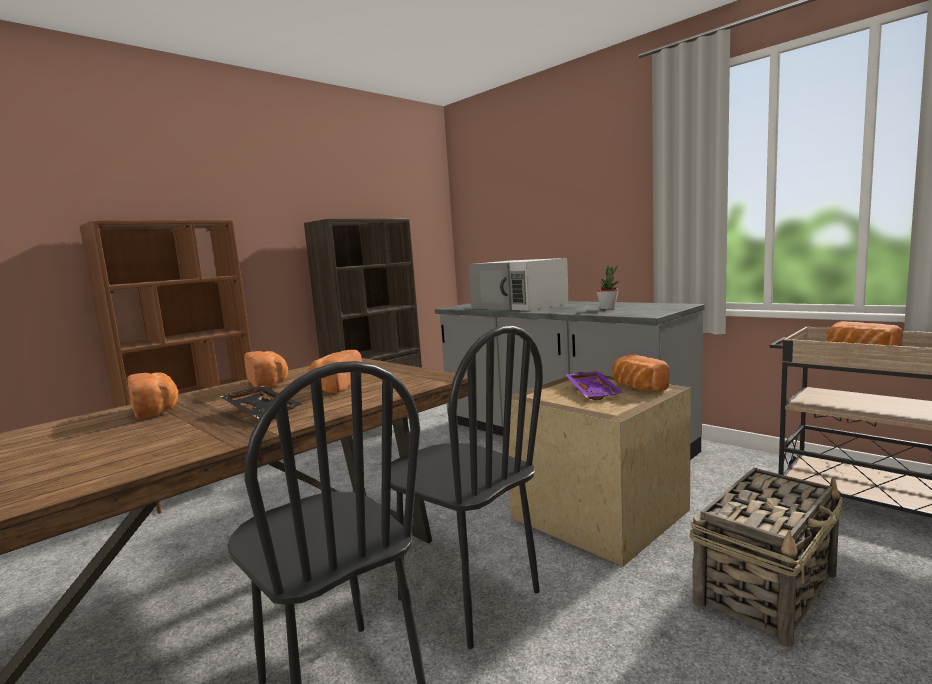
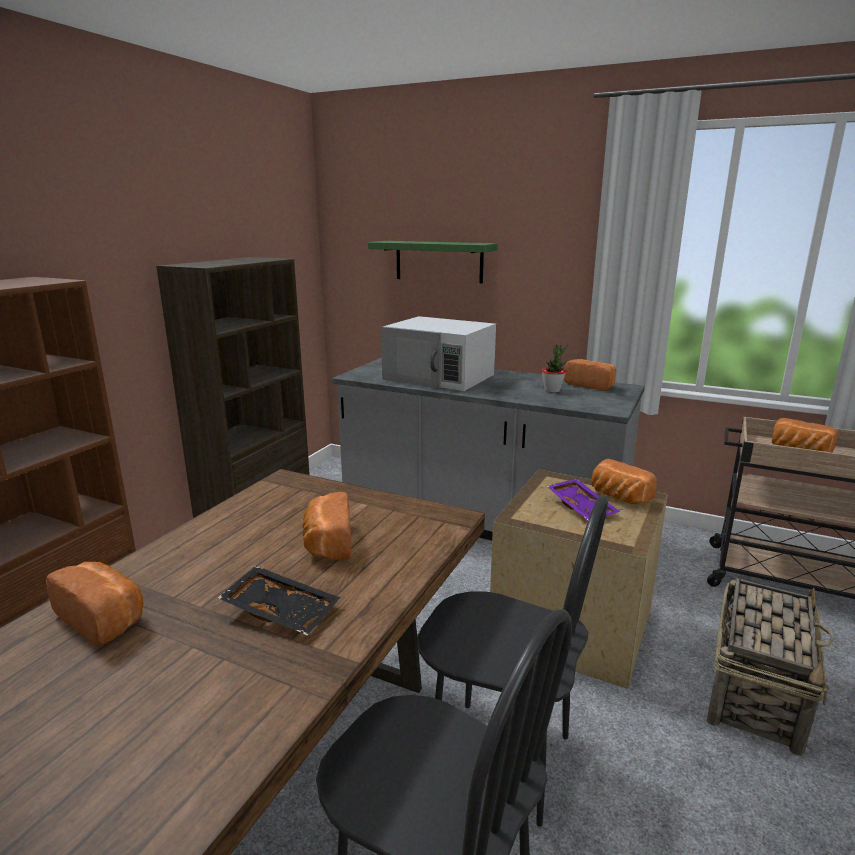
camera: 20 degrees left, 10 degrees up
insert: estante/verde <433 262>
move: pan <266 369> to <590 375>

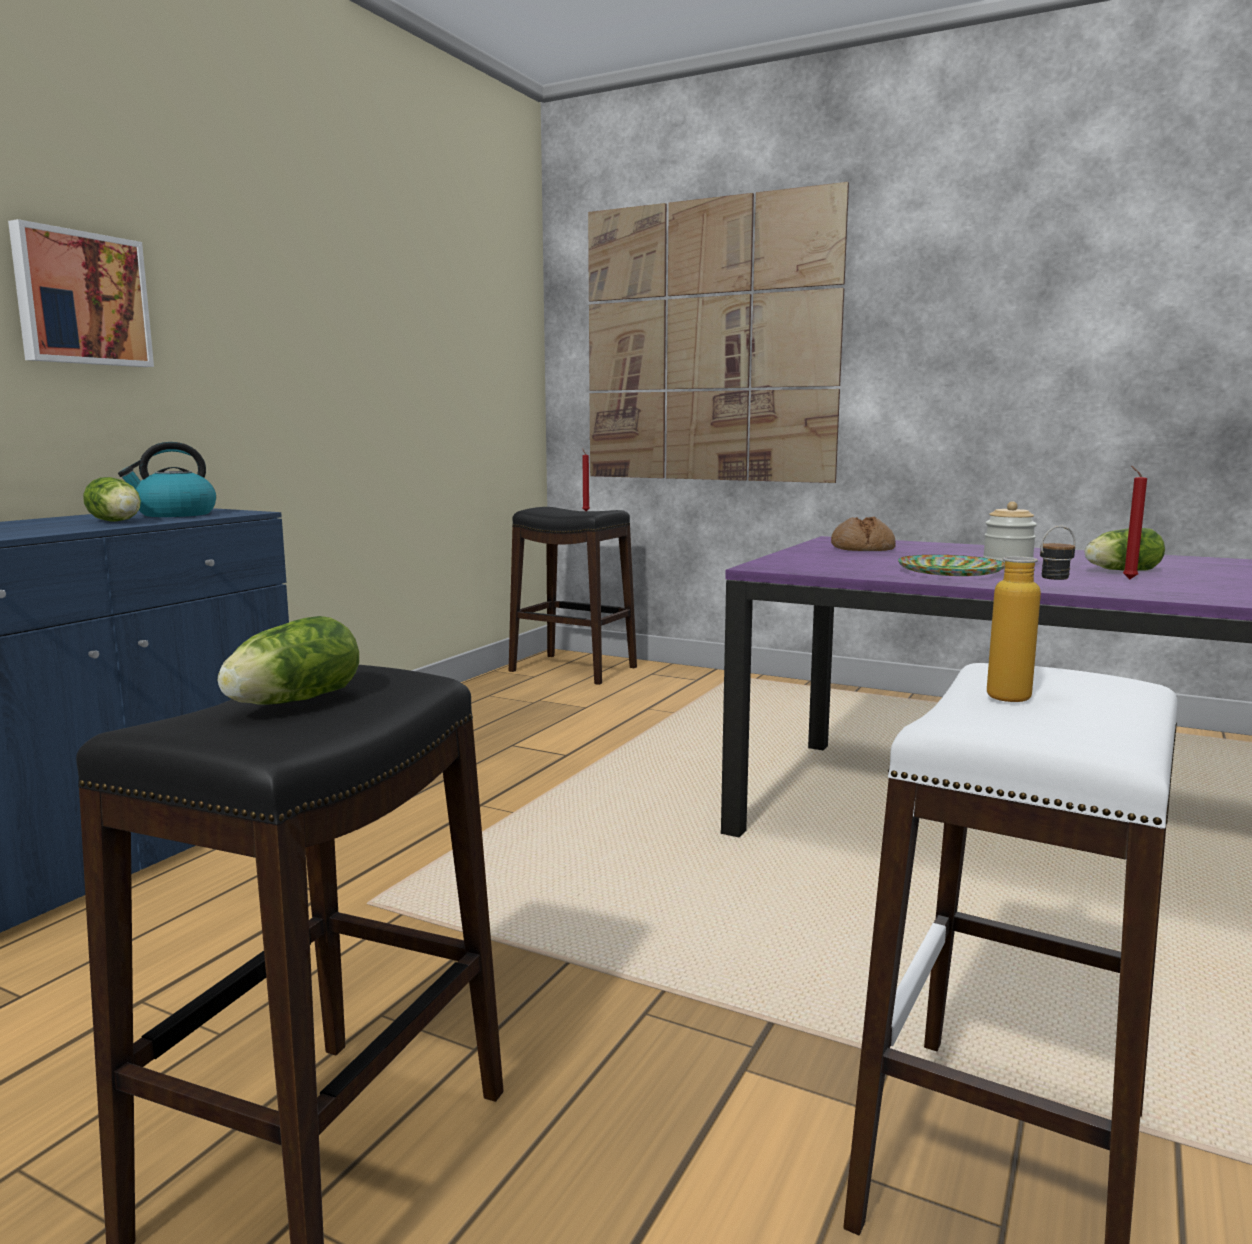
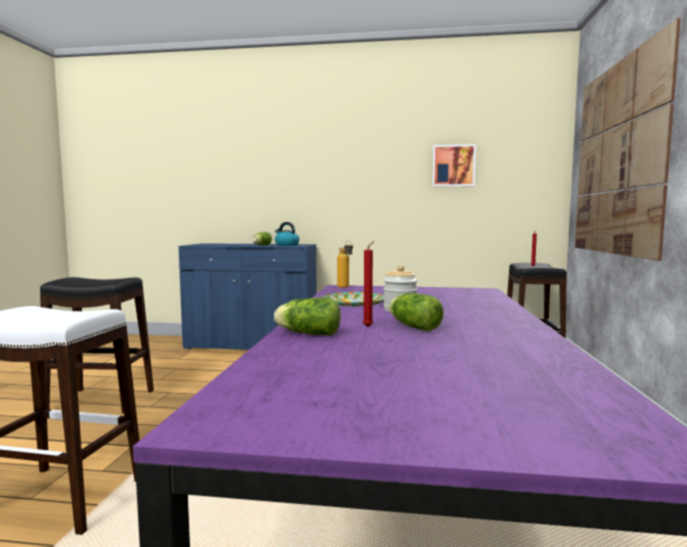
camera: 70 degrees right, 5 degrees down
delete: pan <863 534>
move: cuadro <81 293> to <454 165>; lechuga <288 660> to <307 316>; botella <1031 614> to <345 264>

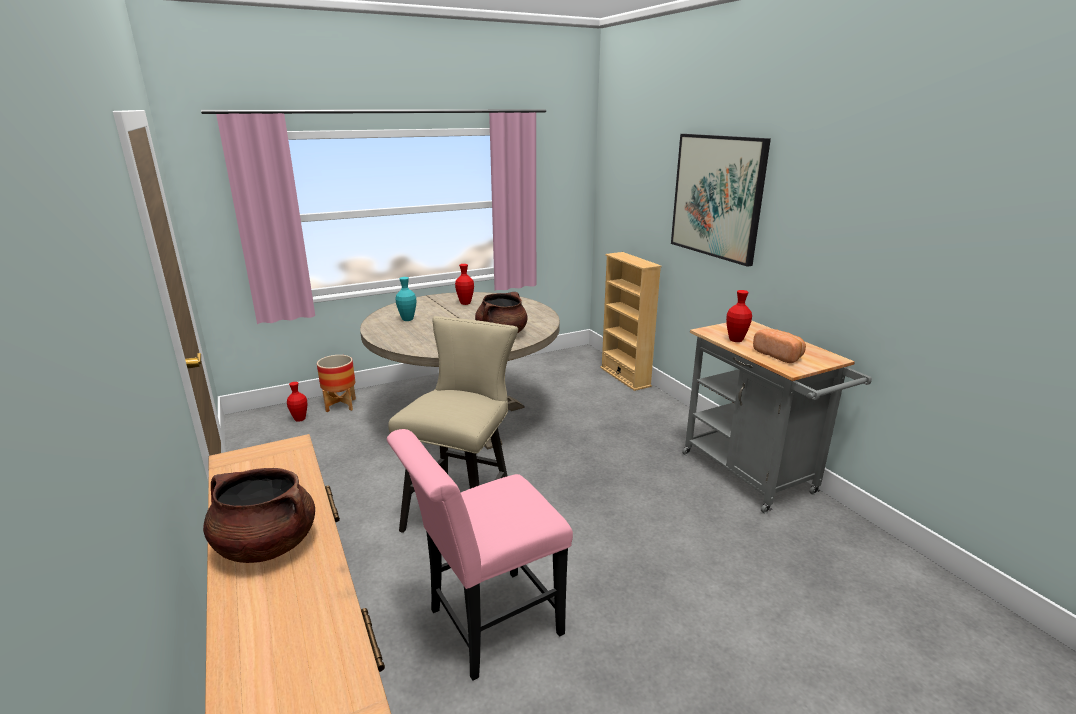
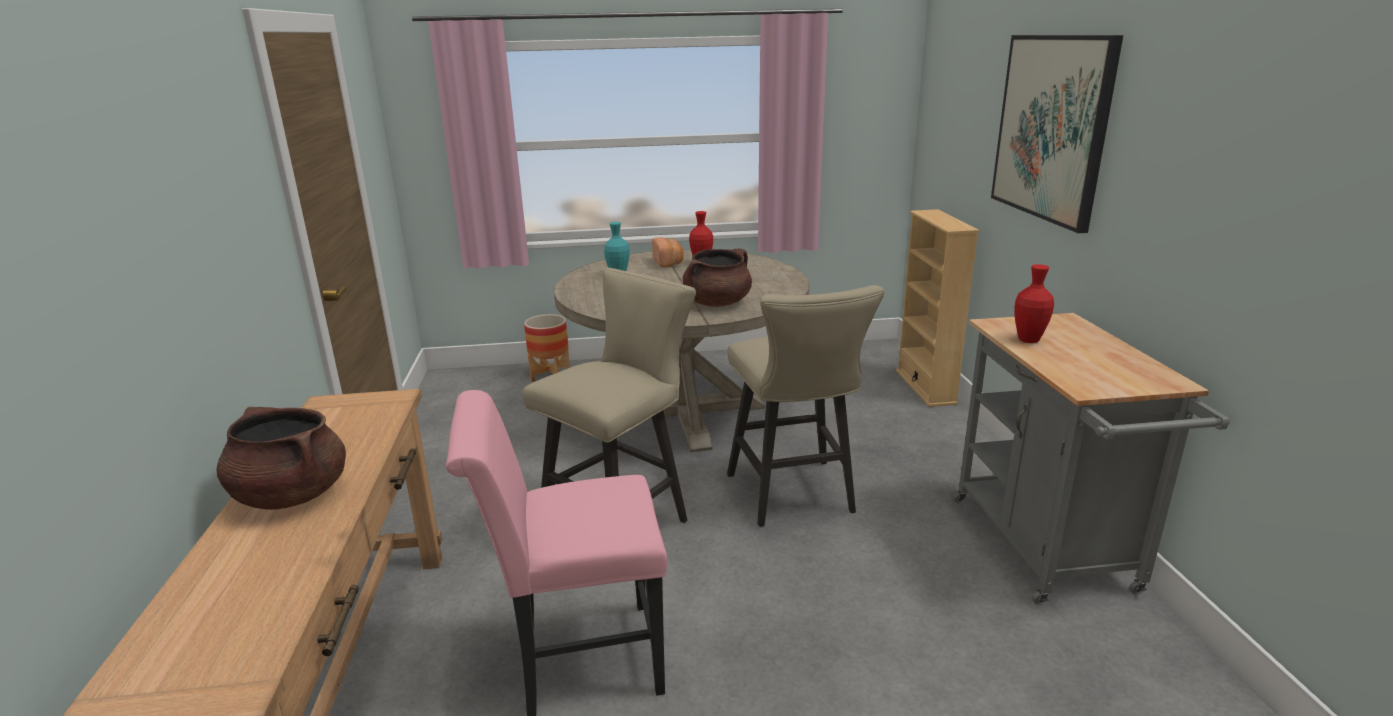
camera: 20 degrees right, 0 degrees up
delete: florero/rojo <297 402>
insert: taburete/beis <805 406>
move: pan <779 346> to <668 252>

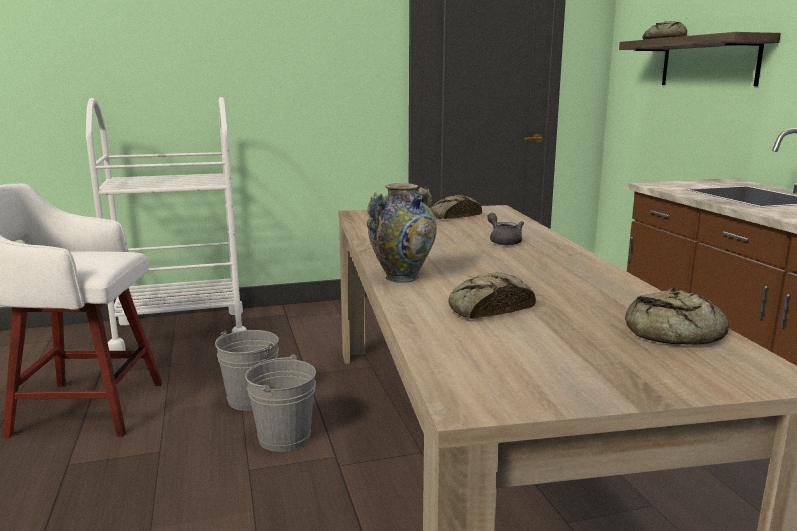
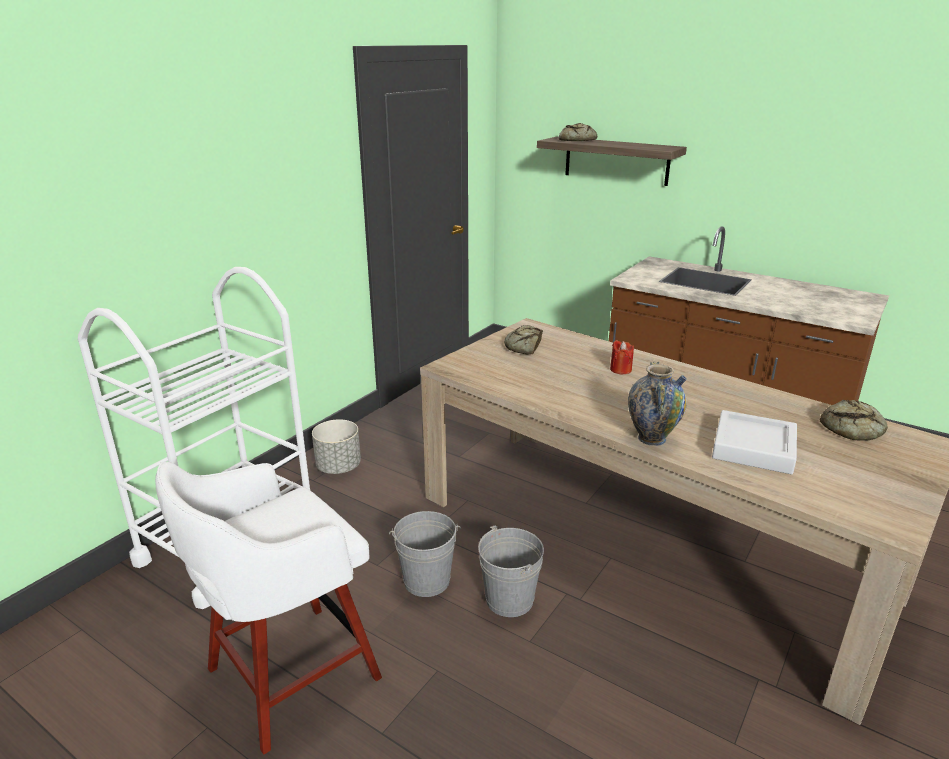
camera: 40 degrees left, 10 degrees up
insert: maceta/gris <336 446>
replace: pan <492 295> to bandeja/gris <754 442>; tetera/gris <505 229> to vela/rojo <622 357>

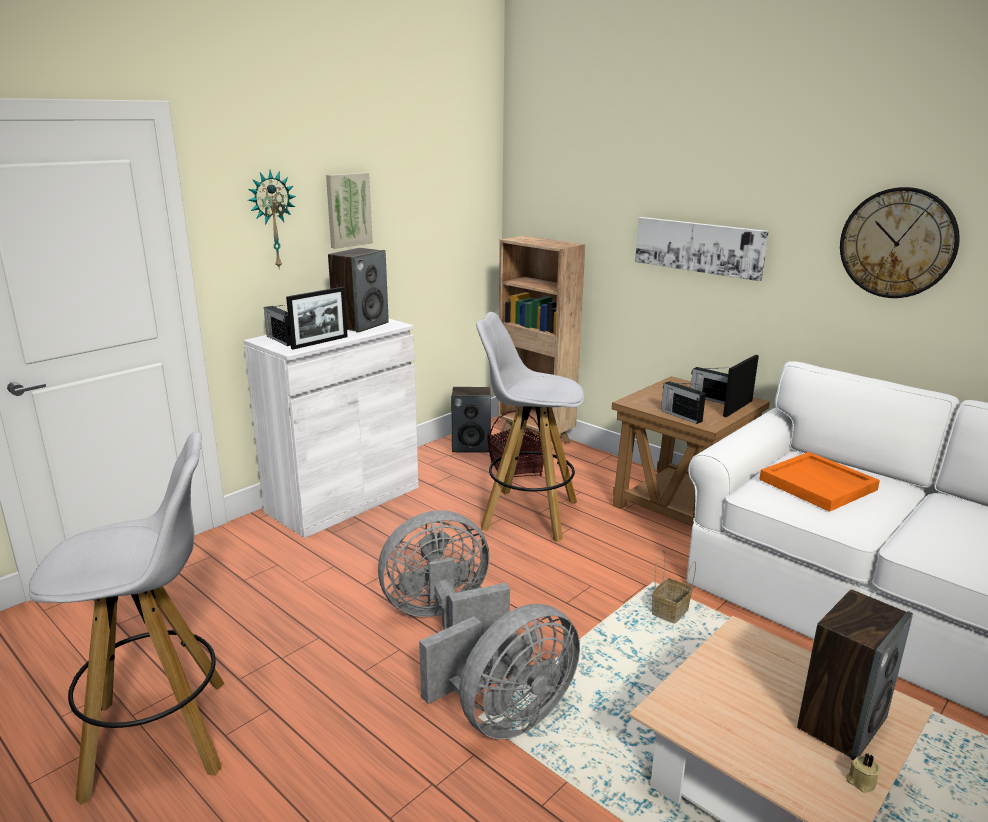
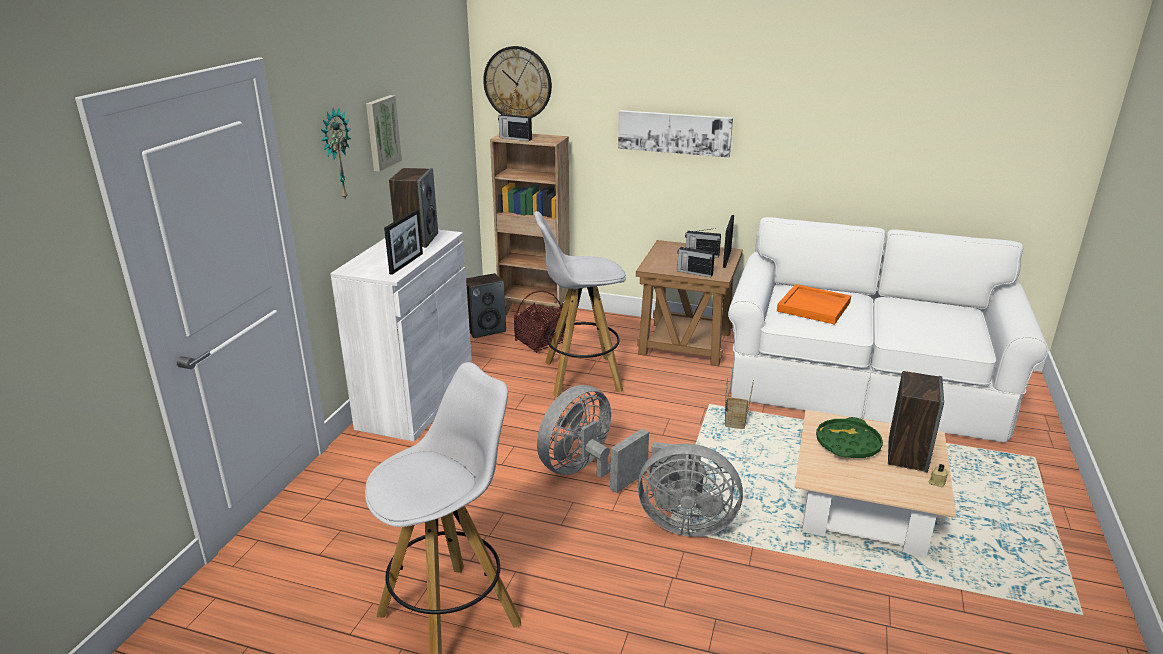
camera: 25 degrees left, 5 degrees up
insert: bandeja/verde <849 437>
move: radio <277 325> to <515 126>; reloj de pared <900 242> to <517 82>
rotate: ventilador/gris <499 671> = <690 489> 75 degrees clockwise

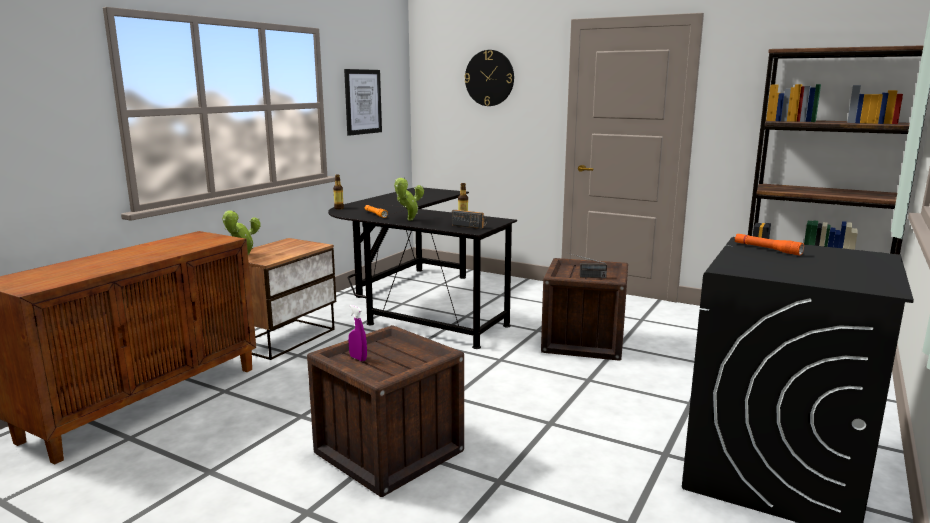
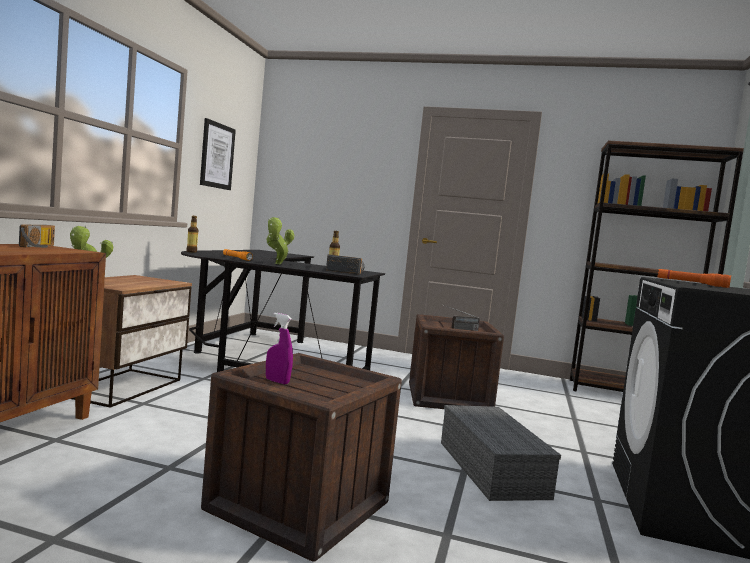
camera: 15 degrees left, 10 degrees down
delete: reloj de pared <489 78>
insert: radio <37 236>; caja de almacenaje/gris <501 453>

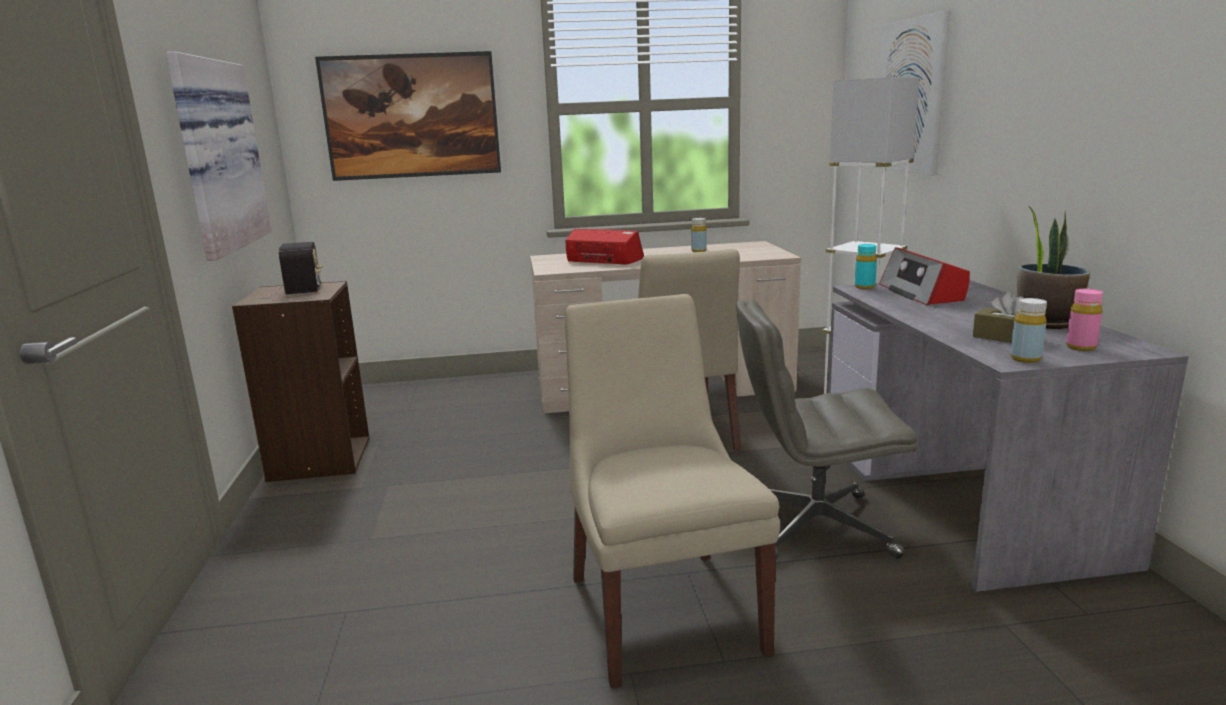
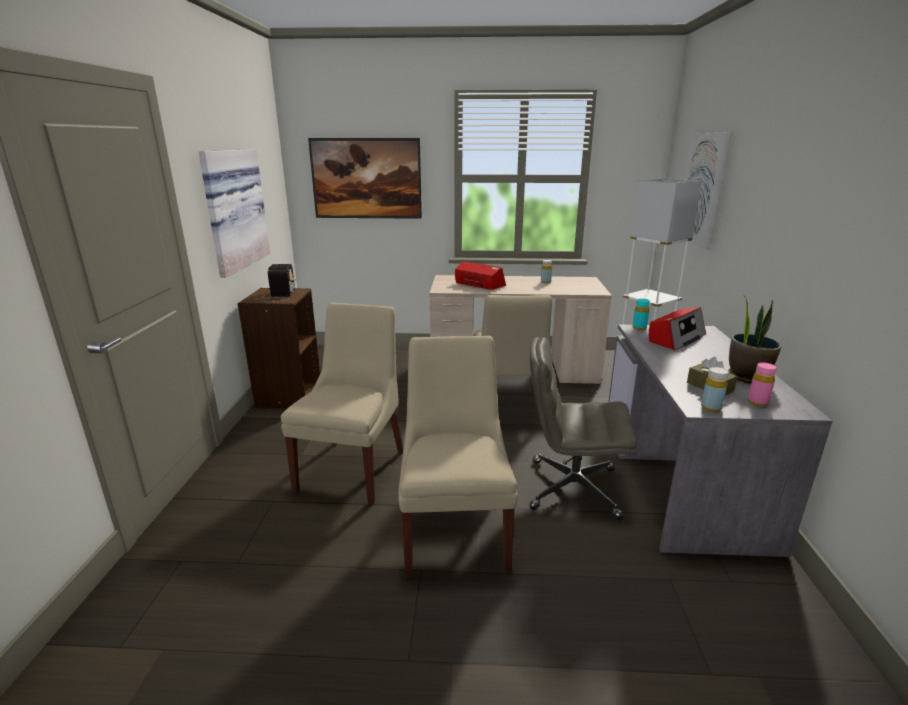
camera: 10 degrees right, 5 degrees up
insert: silla/beis <342 404>
rotate: radio <924 276> = <677 328> 135 degrees counterclockwise

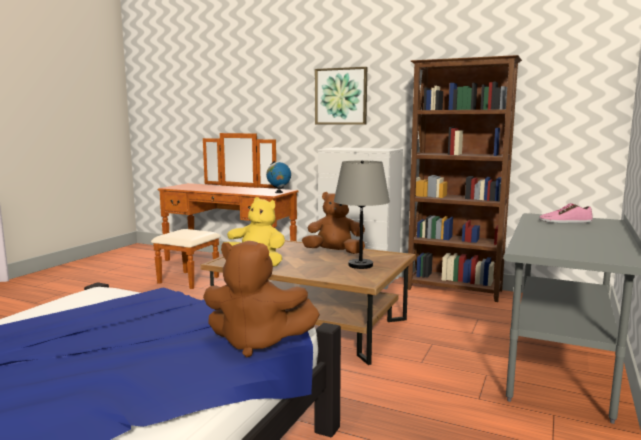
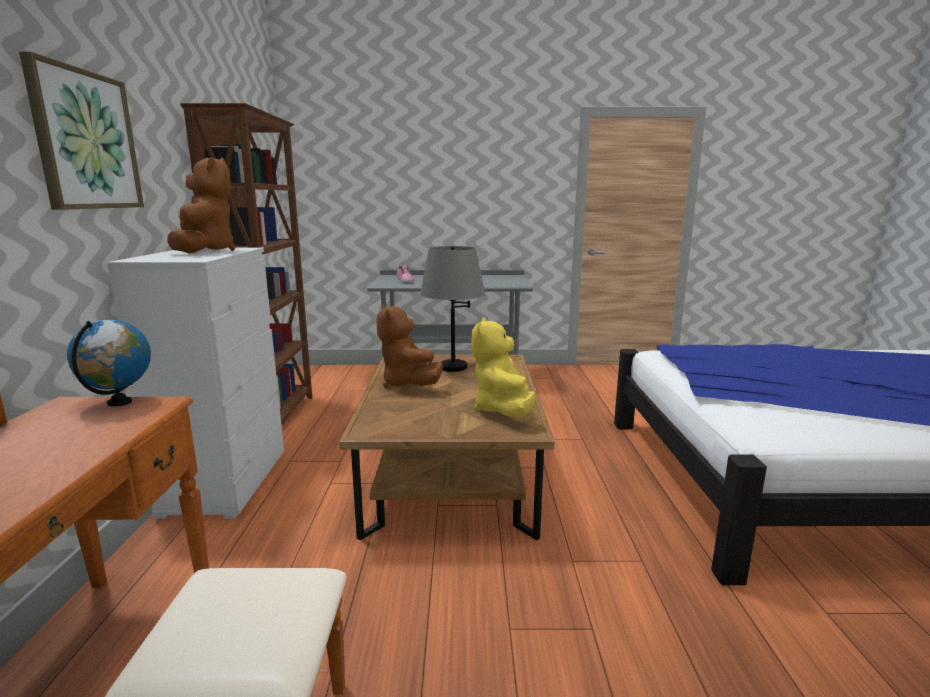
camera: 115 degrees left, 5 degrees up
move: peluche/marrón <261 299> to <201 205>

